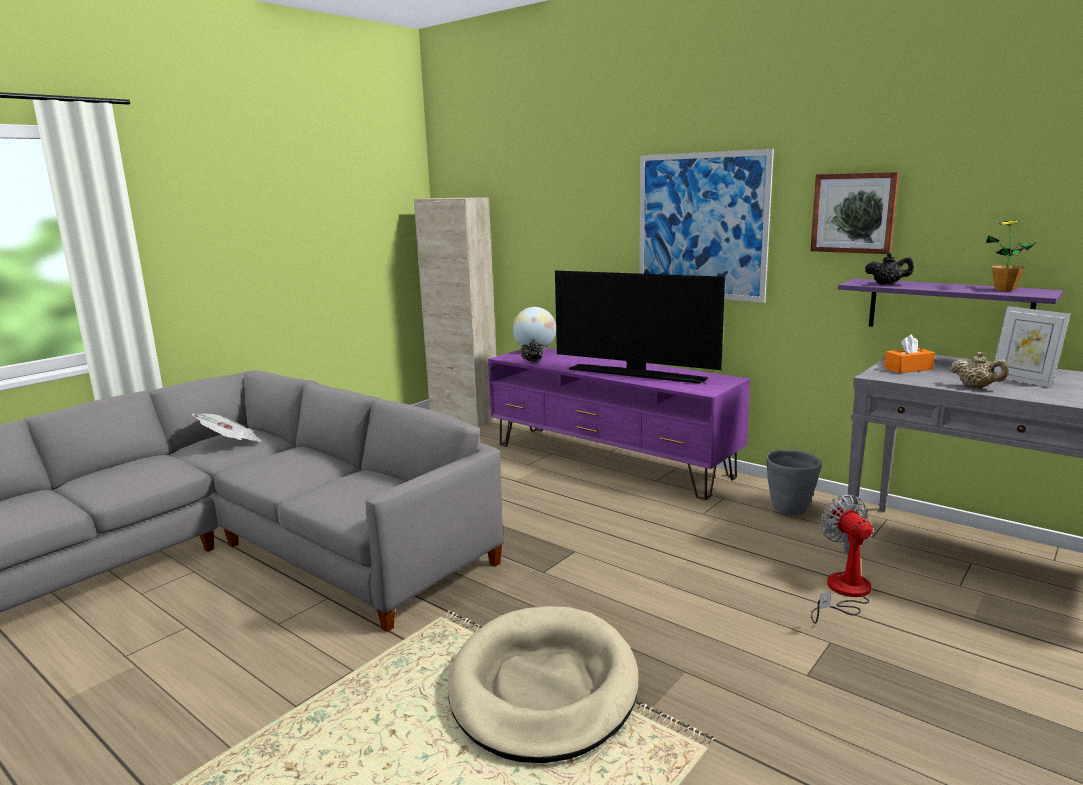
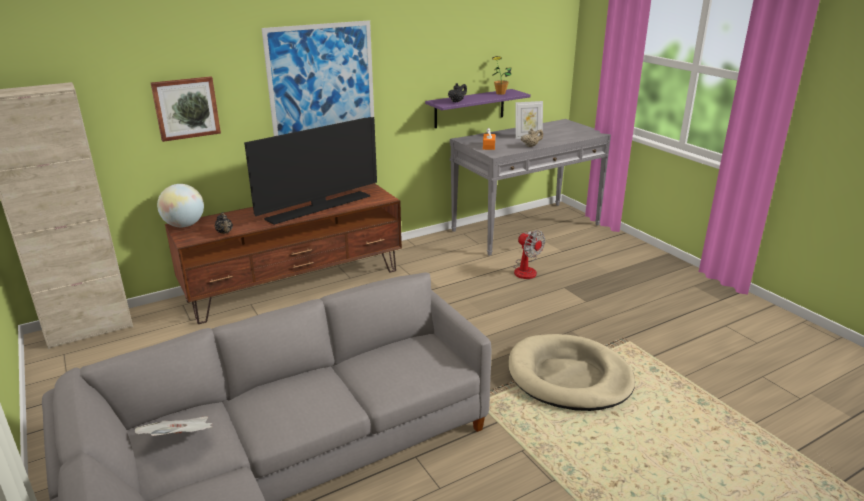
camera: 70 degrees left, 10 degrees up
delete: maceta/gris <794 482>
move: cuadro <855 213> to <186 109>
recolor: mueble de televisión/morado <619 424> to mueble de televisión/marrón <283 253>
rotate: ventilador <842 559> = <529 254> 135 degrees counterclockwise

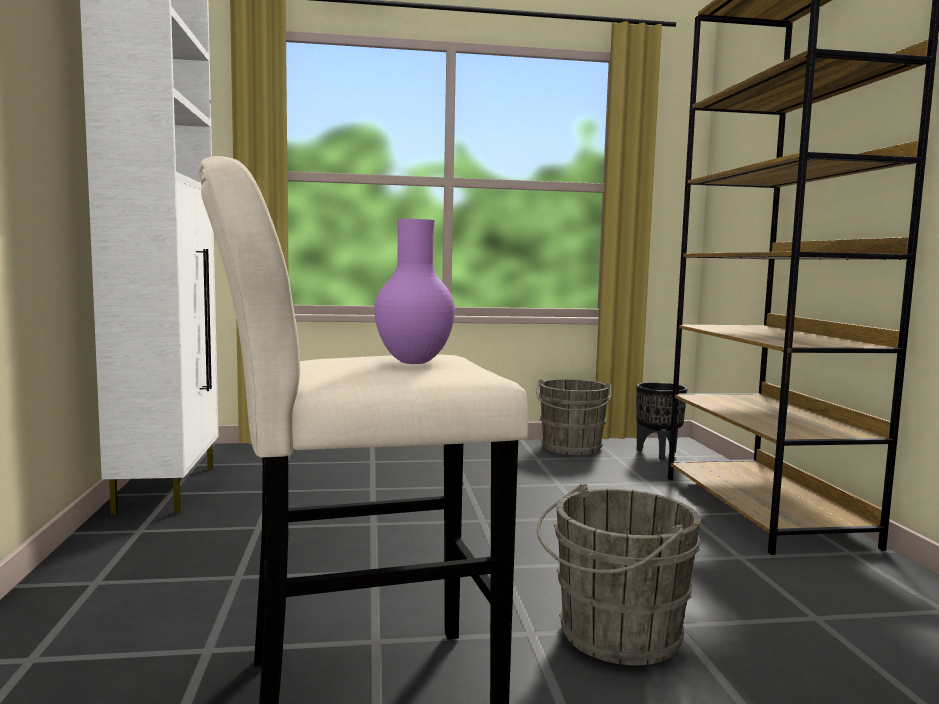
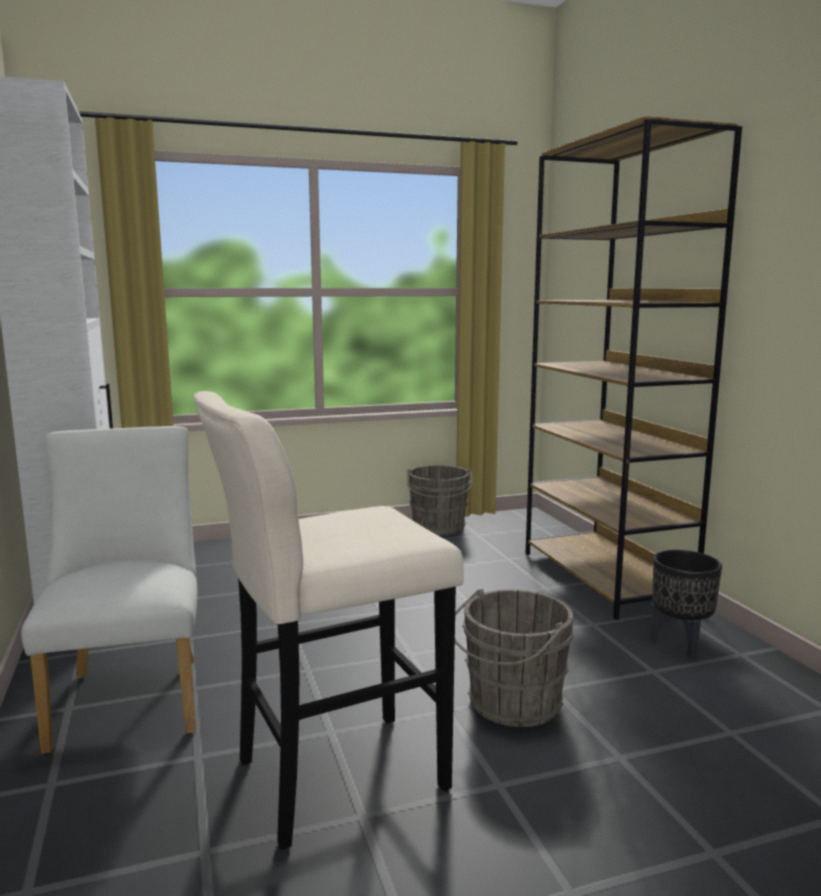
camera: 10 degrees left, 5 degrees up
delete: florero/morado <414 291>
insert: silla/blanco <109 590>
move: maceta/negro <661 421> to <686 604>

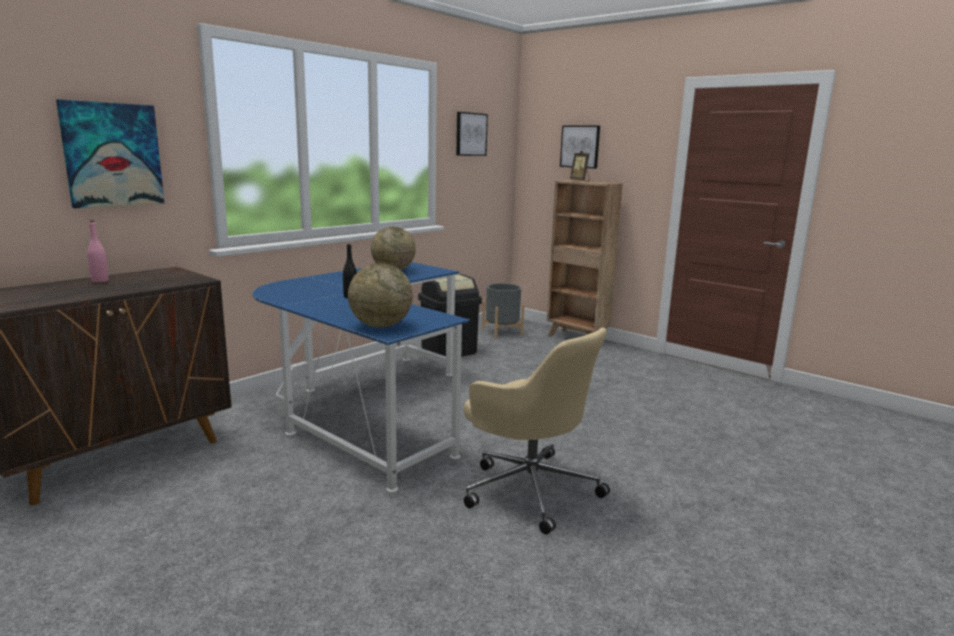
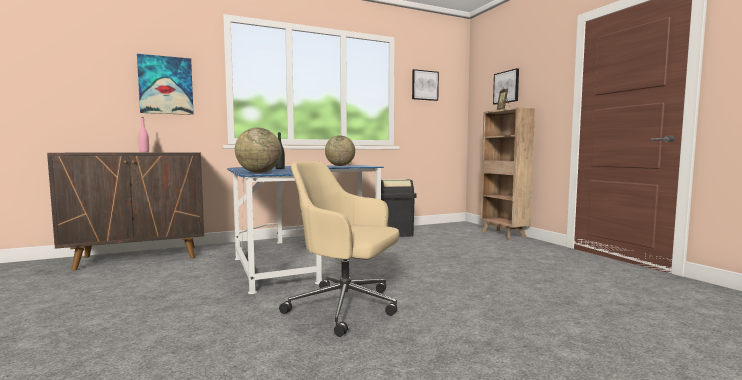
camera: 25 degrees right, 10 degrees down
delete: maceta/gris <503 311>
rotate: silla de oficina/beis <537 431> = <339 249> 135 degrees clockwise

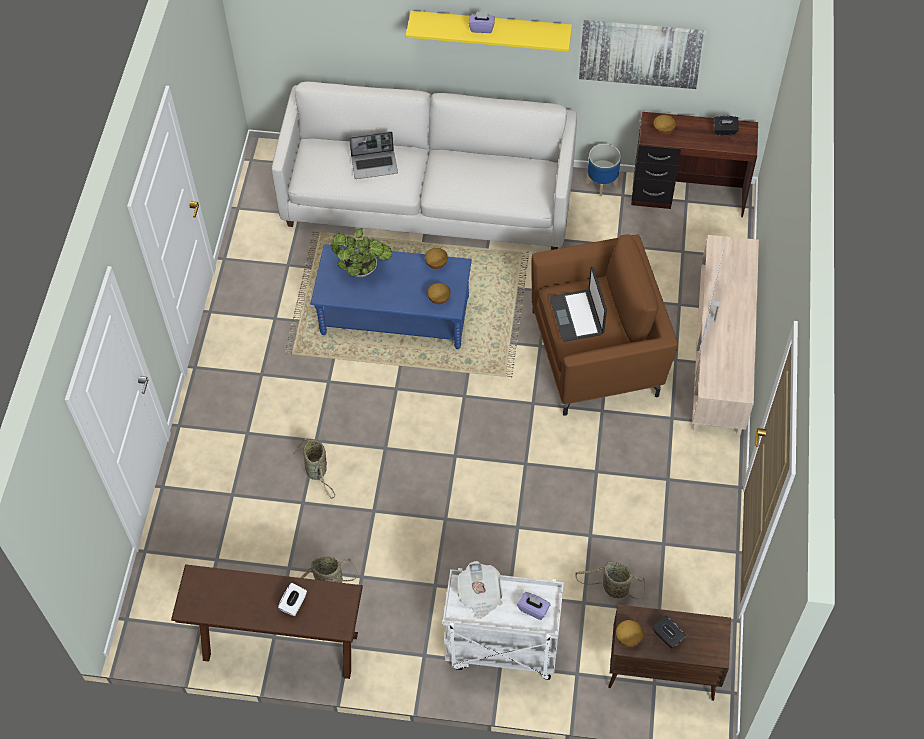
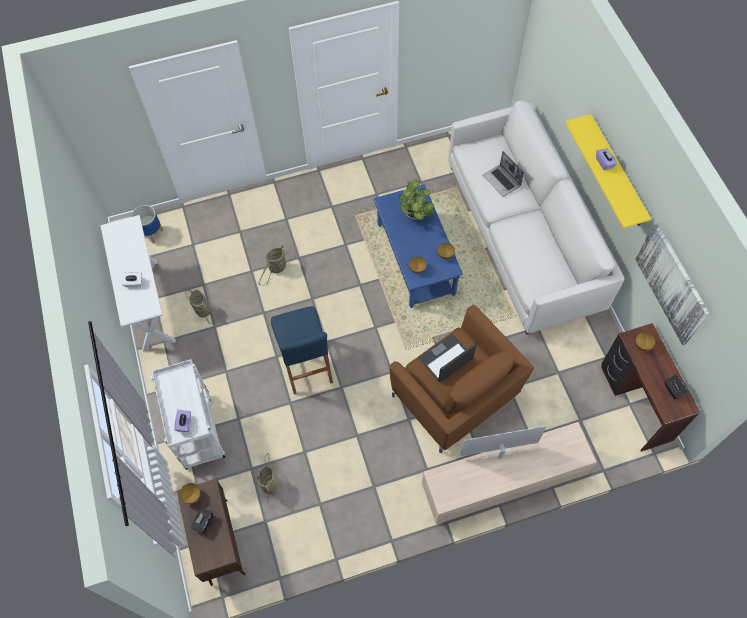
camera: 65 degrees right, 5 degrees up
delete: periódico <480 590>
insert: taburete/azul <302 350>
move: maceta <603 170> to <147 224>
recolor: mesa consola/marrón <267 621> to mesa consola/blanco <138 283>

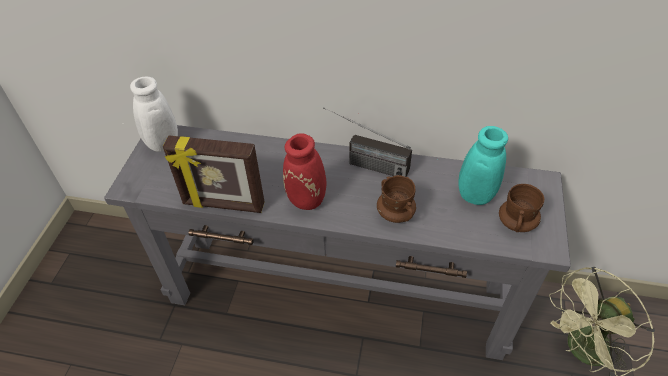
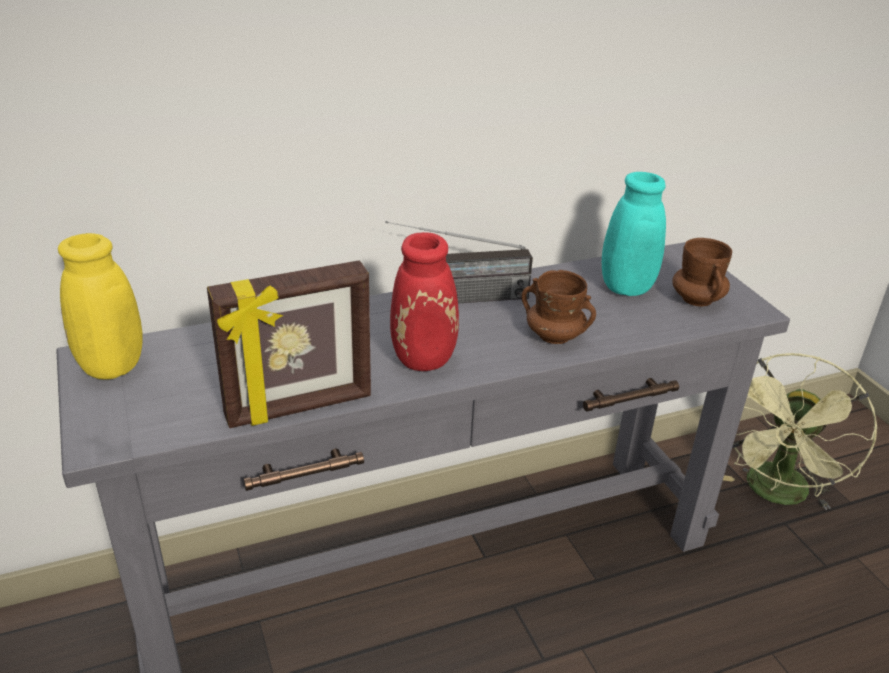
camera: 35 degrees left, 15 degrees down
recolor: florero/blanco <154 114> to florero/amarillo <100 306>

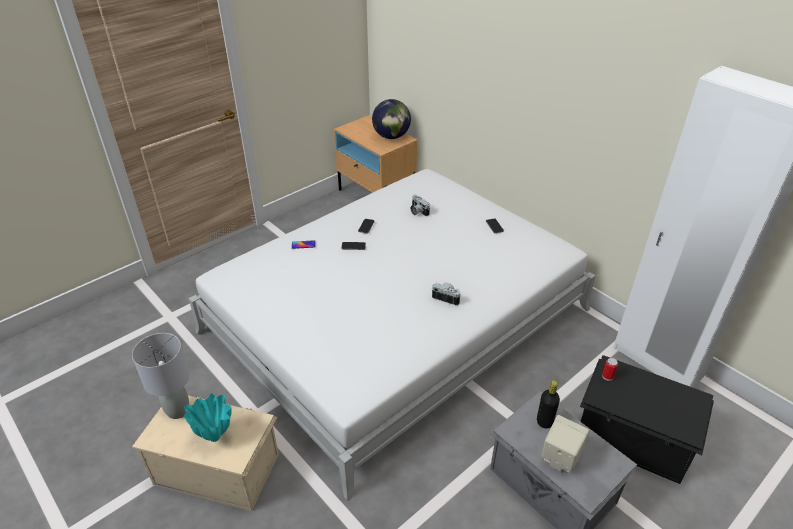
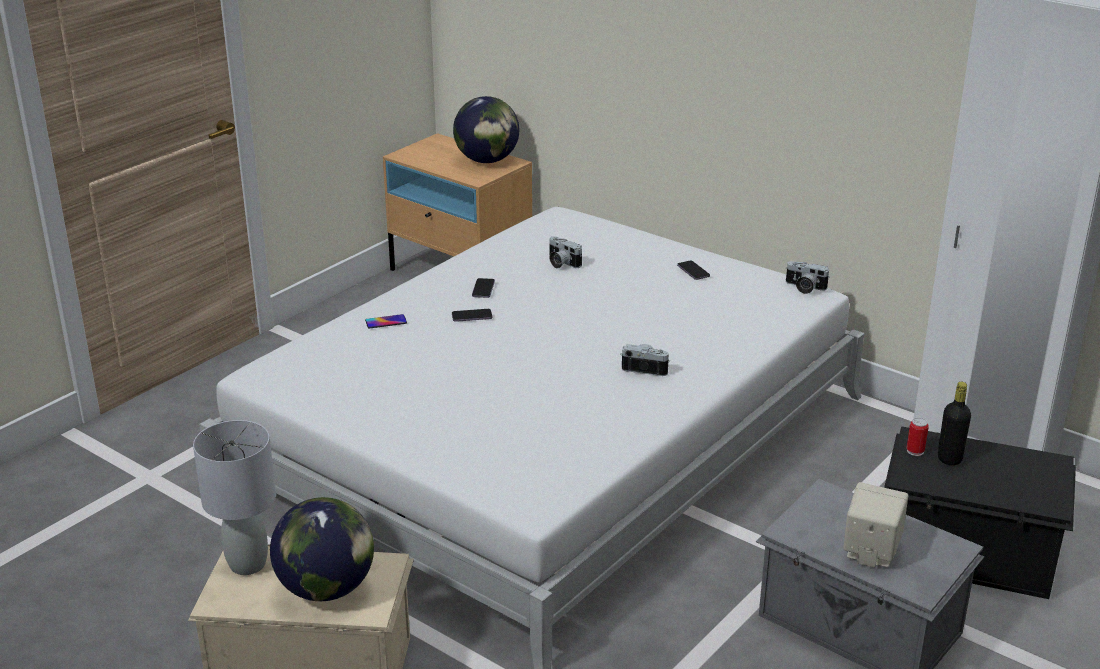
camera: 10 degrees left, 10 degrees down
insert: cámara <808 277>
move: botella/negro <548 404> to <954 424>
replace: florero/turquesa <208 417> to globo terráqueo <322 549>

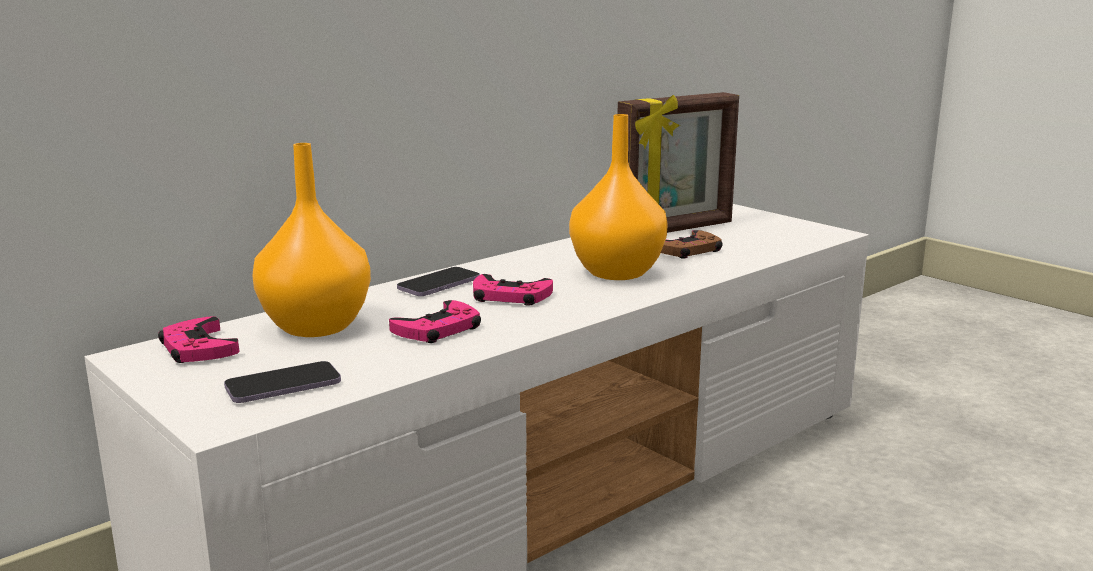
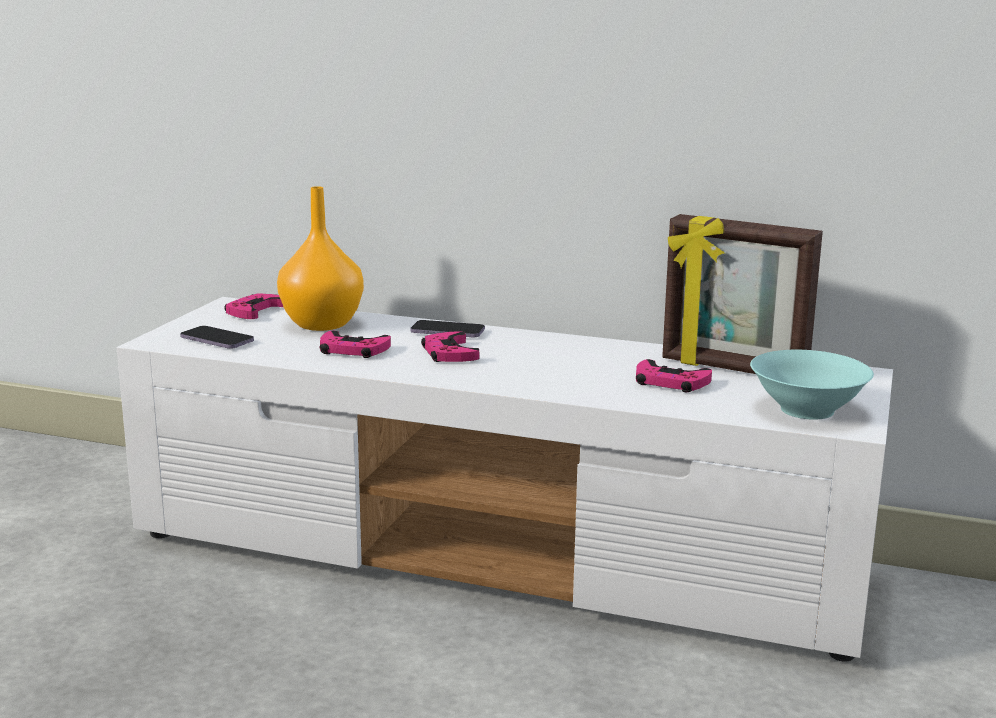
camera: 60 degrees right, 0 degrees up
delete: florero/naranja <618 197>
insert: cuenco/turquesa <812 385>
recolor: mando de consola/marrón <692 244> to mando de consola/rosa <674 375>

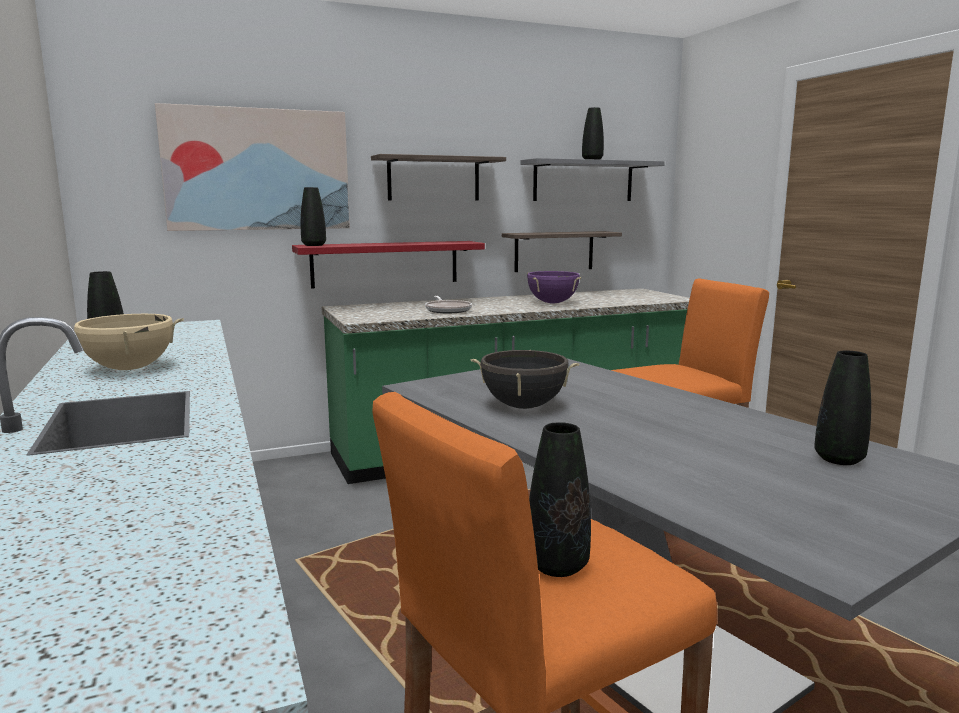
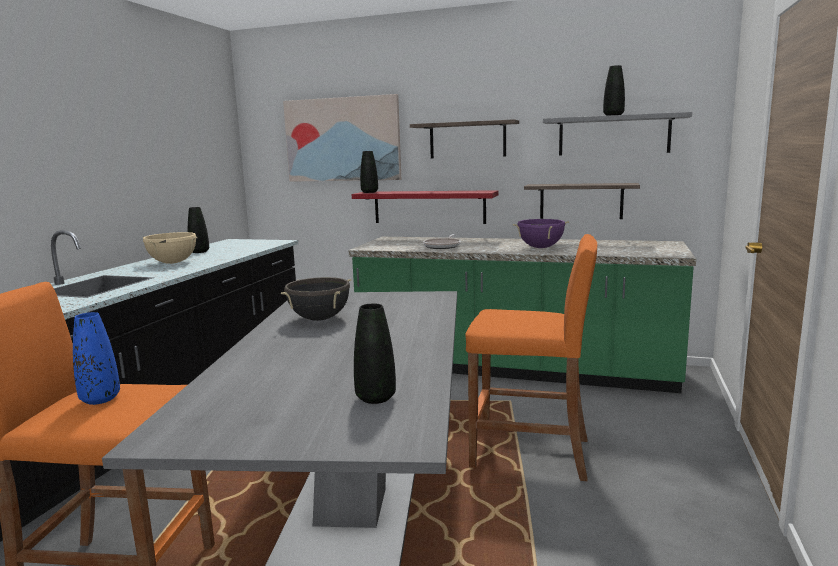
camera: 40 degrees right, 0 degrees up
recolor: florero/negro <560 499> to florero/azul <96 358>

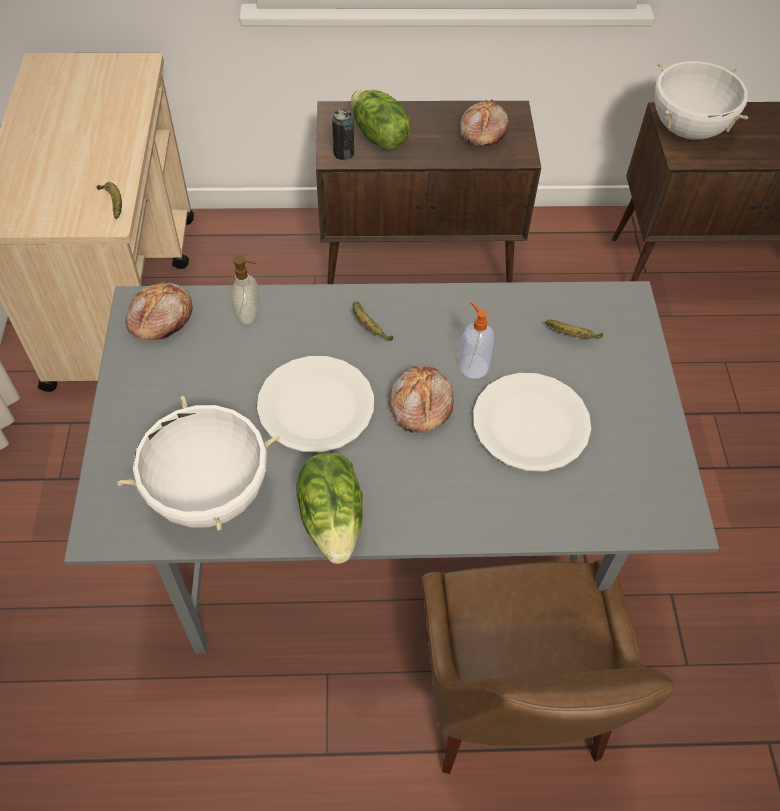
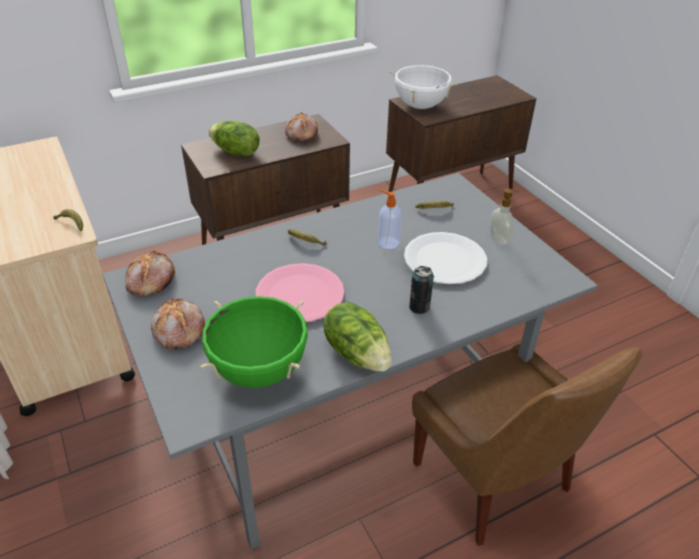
camera: 25 degrees left, 15 degrees down
move: dispensador de jabón <245 290> to <503 216>; lata <343 134> to <421 290>; pan <421 399> to <178 324>
recolor: olla/blanco <198 463> to olla/verde <254 342>; plato/blanco <315 404> to plato/rosa <300 292>

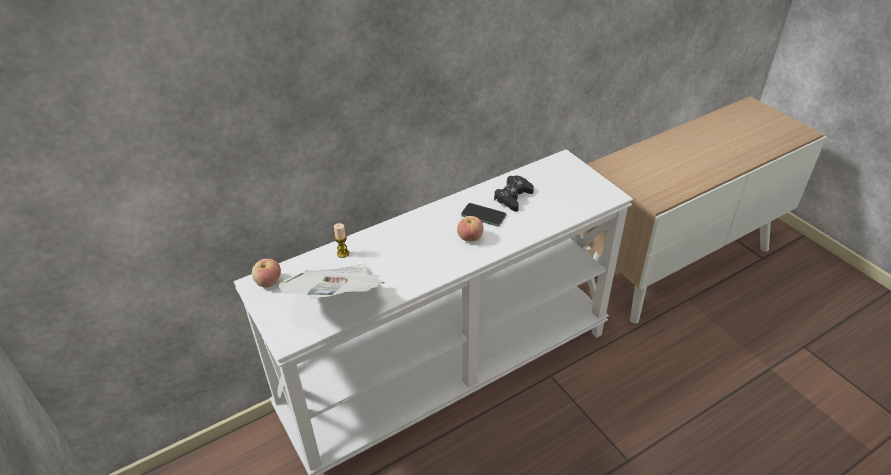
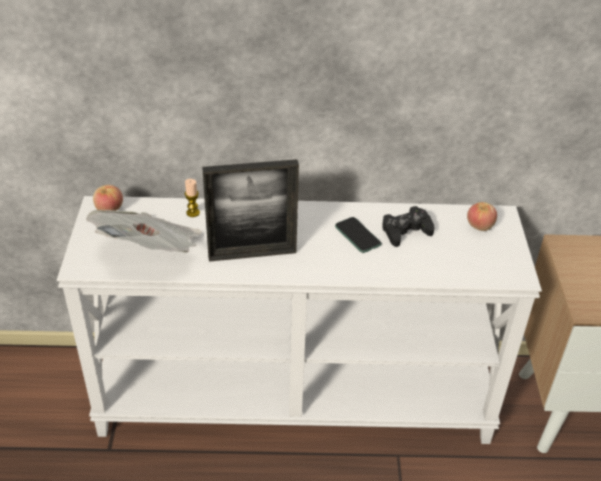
camera: 30 degrees right, 0 degrees up
insert: portarretratos <250 210>
move: manzana <470 229> to <482 216>

